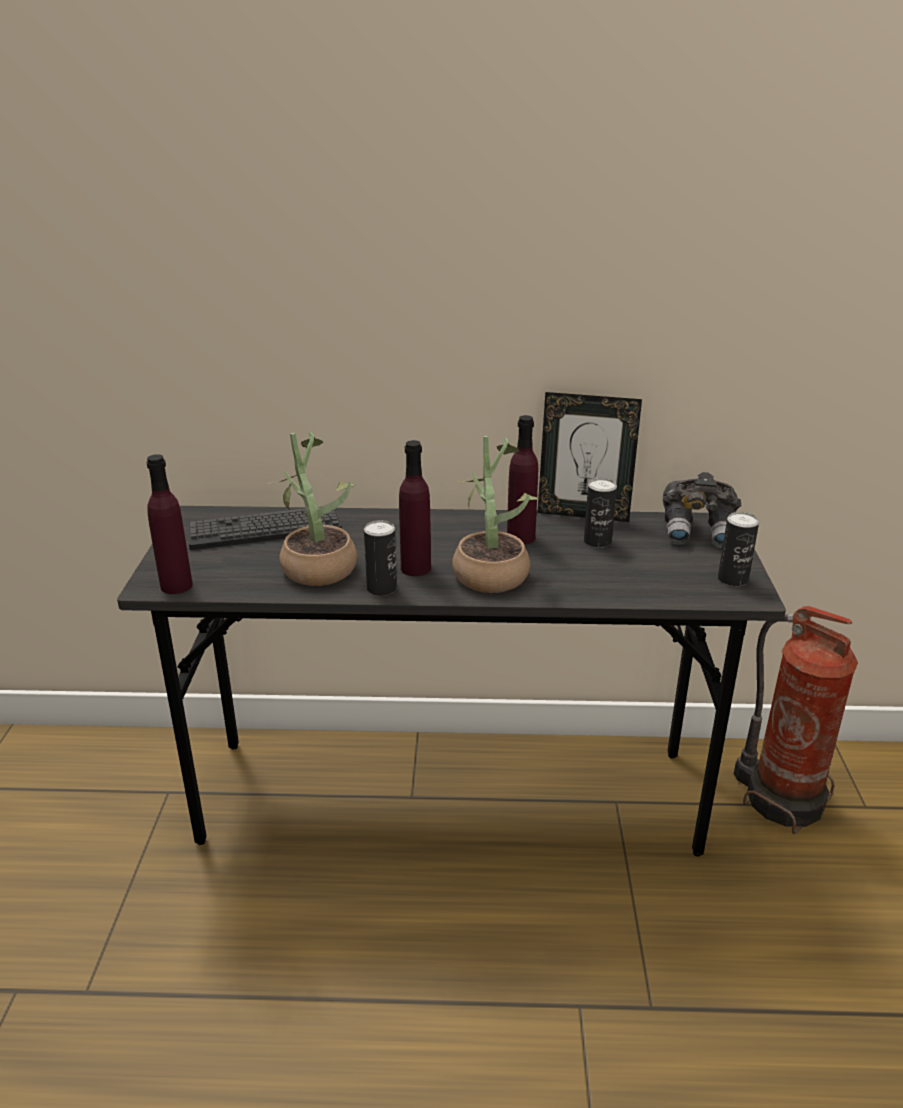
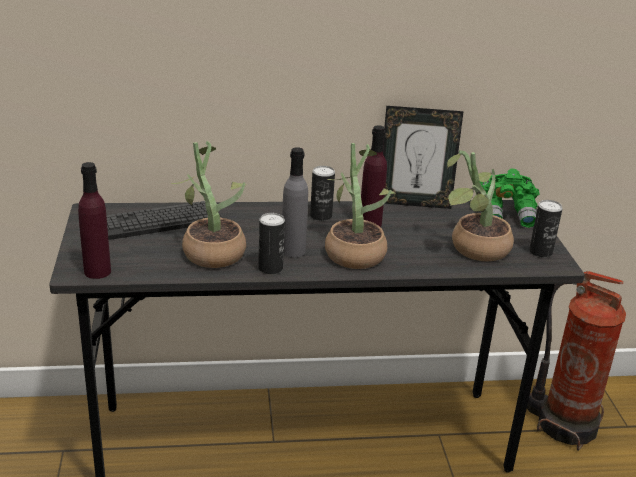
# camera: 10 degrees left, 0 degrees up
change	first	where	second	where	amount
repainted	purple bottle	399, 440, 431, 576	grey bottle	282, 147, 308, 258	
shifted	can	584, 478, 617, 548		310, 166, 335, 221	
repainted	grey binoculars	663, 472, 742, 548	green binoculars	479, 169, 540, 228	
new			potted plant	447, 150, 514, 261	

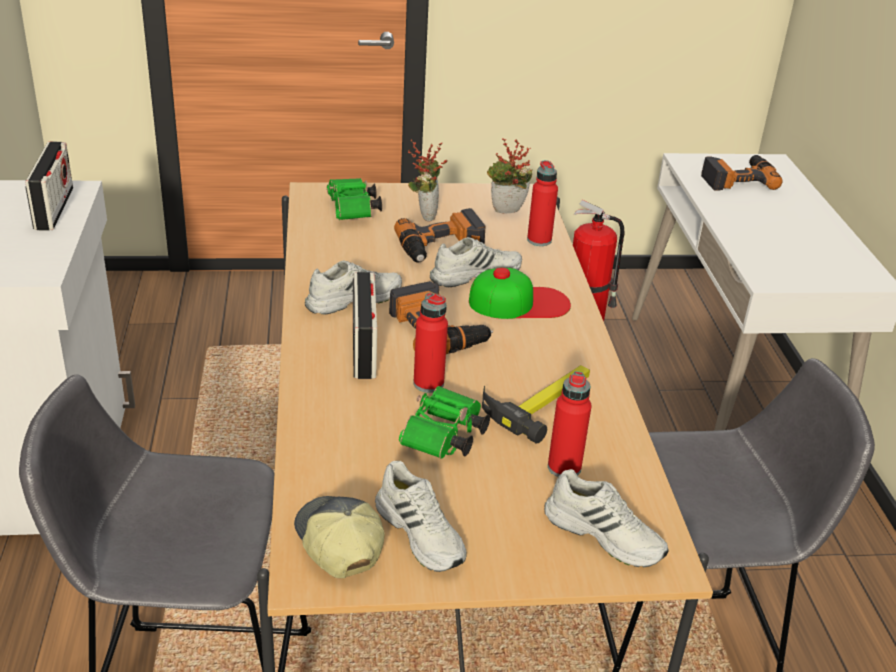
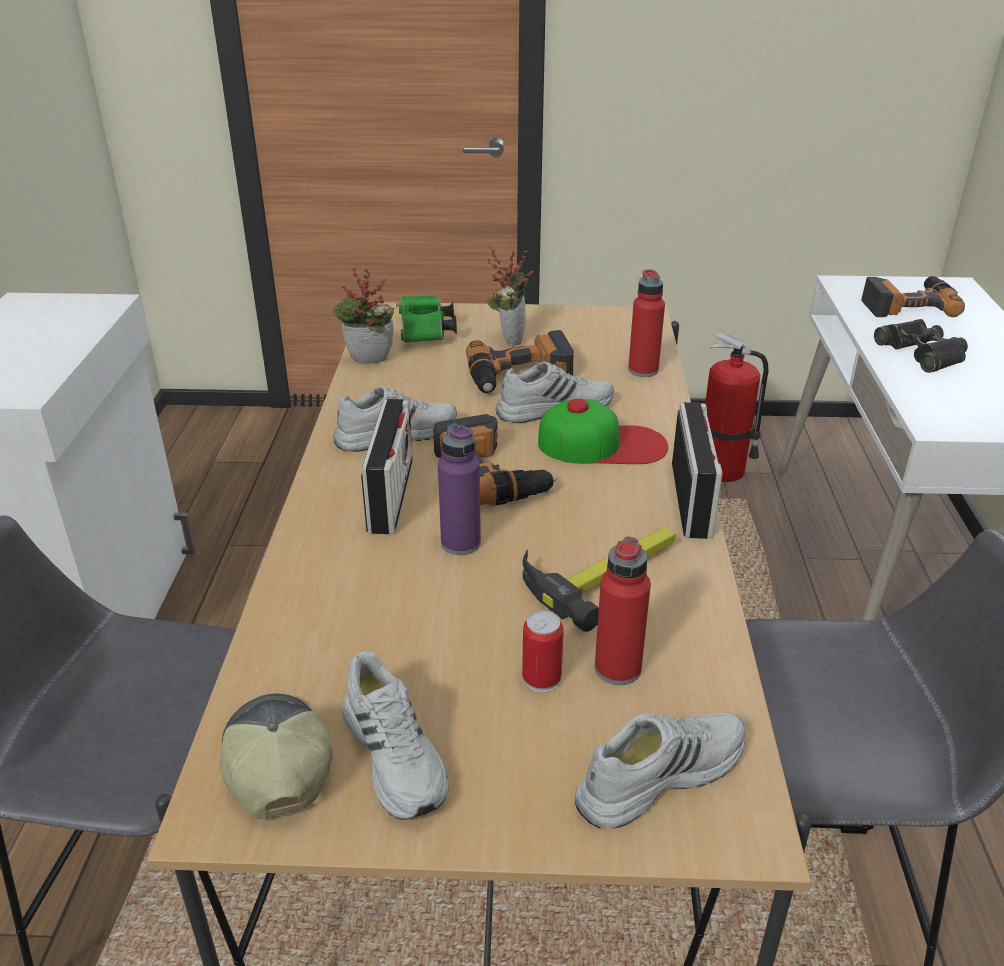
# camera: 10 degrees right, 0 degrees up
change	first	where	second	where	amount
shifted	radio	25, 142, 73, 230		672, 402, 723, 539	
gone	green binoculars	399, 386, 490, 459			
repainted	red bottle	413, 292, 448, 393	purple bottle	438, 423, 481, 555	
shifted	potted plant	487, 139, 533, 214		332, 267, 394, 364	
rotated	white shoe	544, 469, 669, 567		575, 712, 746, 828	75 degrees counterclockwise
new			can	522, 611, 564, 693	
new			black binoculars	874, 319, 968, 373	

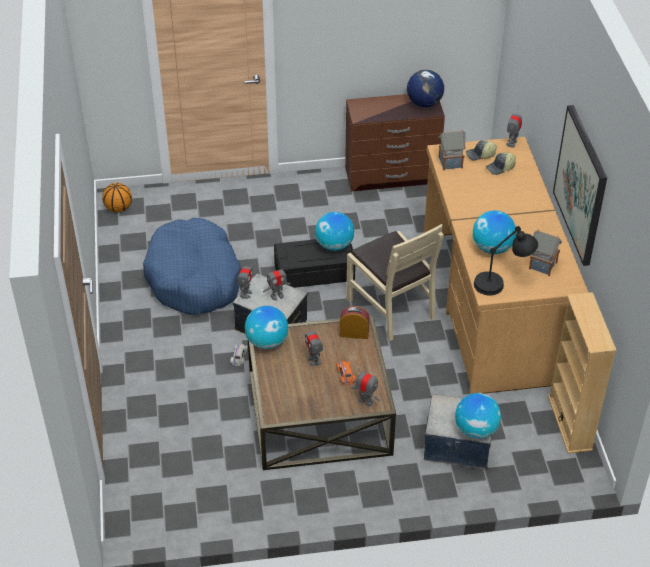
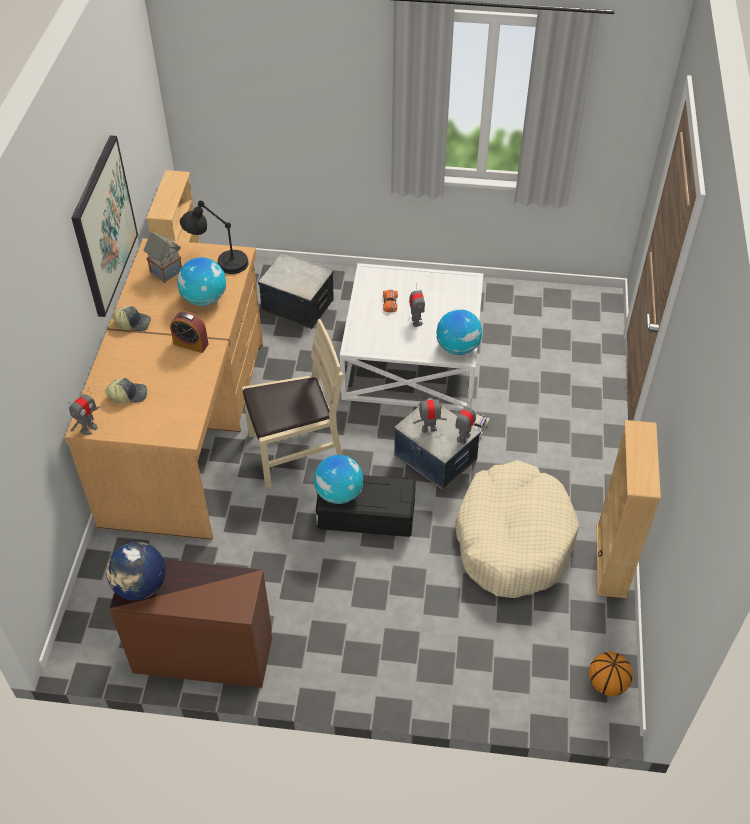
# camera: 165 degrees left, 5 degrees up
change	first	where	second	where	amount
repainted	blue dog bed	143, 218, 241, 315	beige dog bed	455, 460, 579, 598	
repainted	brown coffee table	248, 315, 396, 470	white coffee table	340, 263, 483, 411	
shifted	alarm clock	340, 306, 369, 339		170, 311, 209, 353	
rotated	beige chair	346, 224, 444, 341		242, 319, 343, 488	90 degrees clockwise
gone	toy robot	351, 368, 380, 407			
gone	toy house	438, 130, 466, 170			
gone	globe	455, 393, 501, 439			
shifted	cap	466, 140, 497, 160		112, 306, 151, 331	
new			beige bookcase	596, 420, 661, 598	

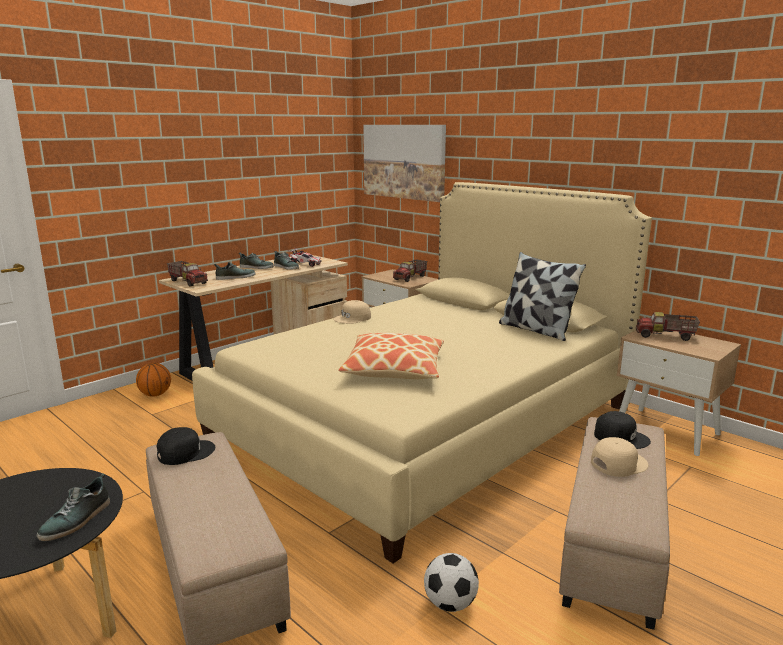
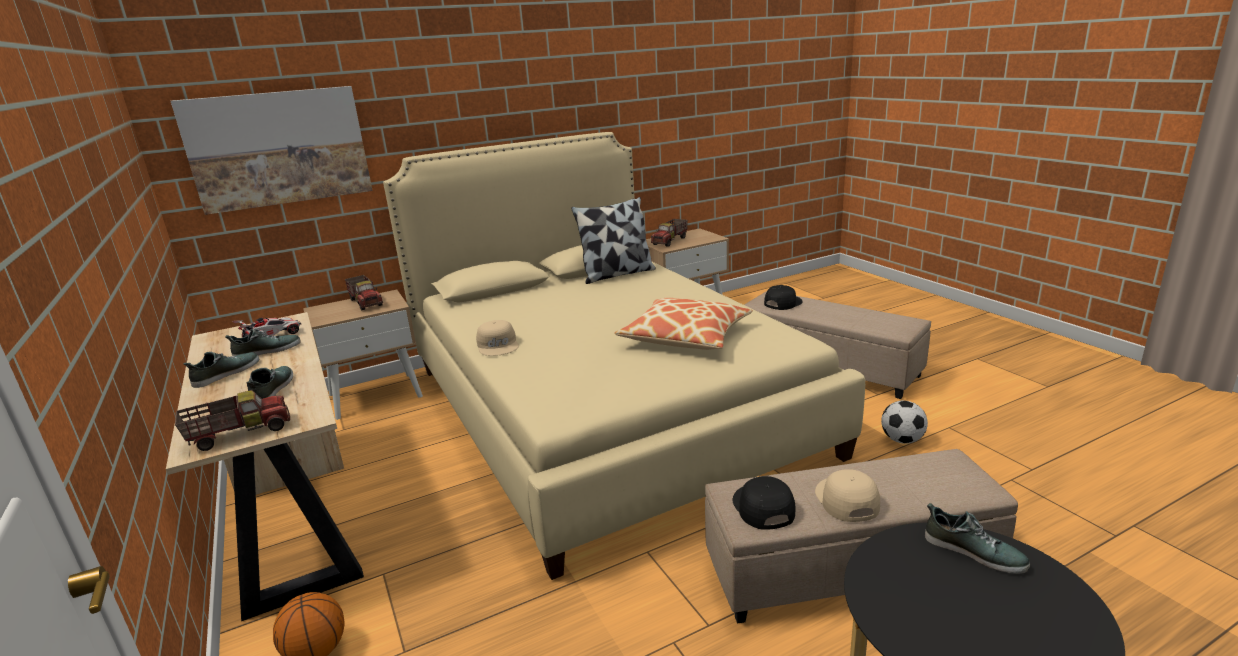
# camera: 70 degrees left, 5 degrees up
change	first	where	second	where	amount
shifted	beige cap	591, 437, 649, 477		815, 469, 880, 522	

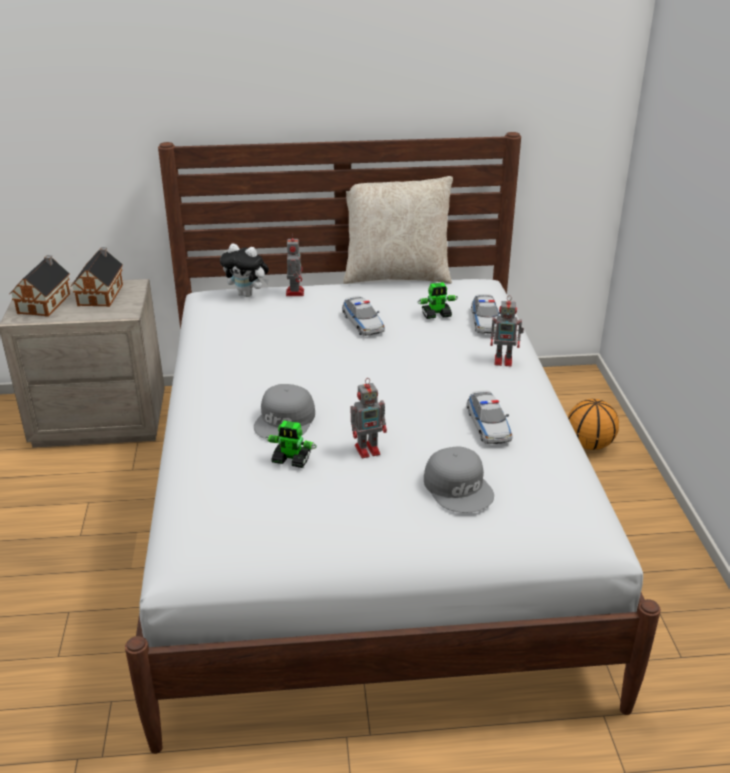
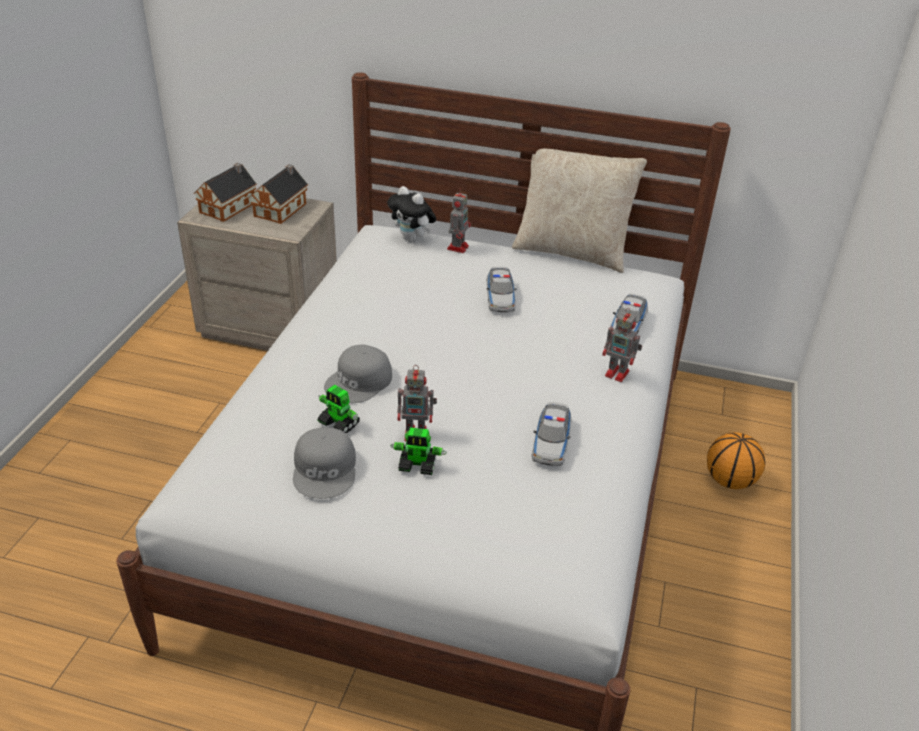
# camera: 20 degrees right, 5 degrees up
change	first	where	second	where	amount
shifted	toy robot	417, 282, 458, 319		390, 427, 446, 475	
shifted	grey cap	424, 447, 494, 513		293, 427, 356, 499	

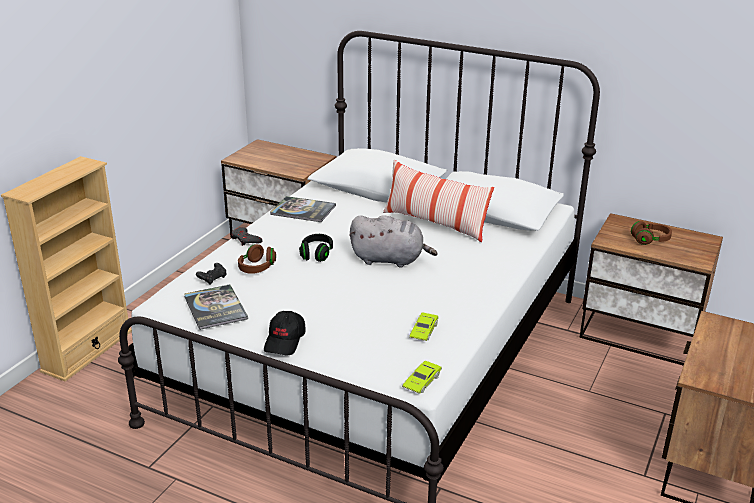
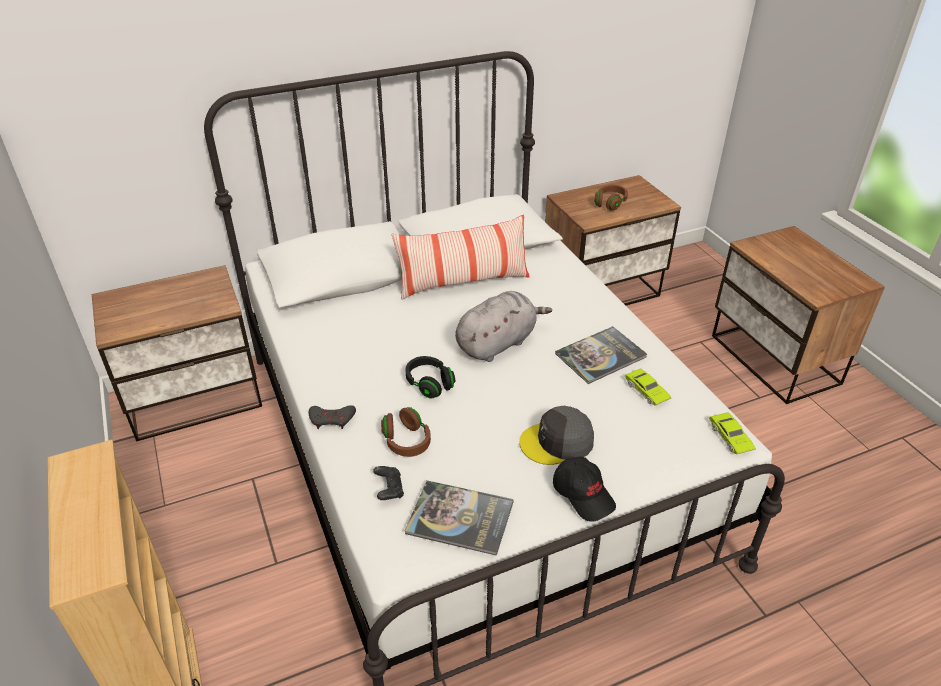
# camera: 50 degrees left, 10 degrees up
change	first	where	second	where	amount
shifted	book	270, 196, 336, 222		555, 326, 647, 384	
new			grey cap	519, 406, 594, 465	

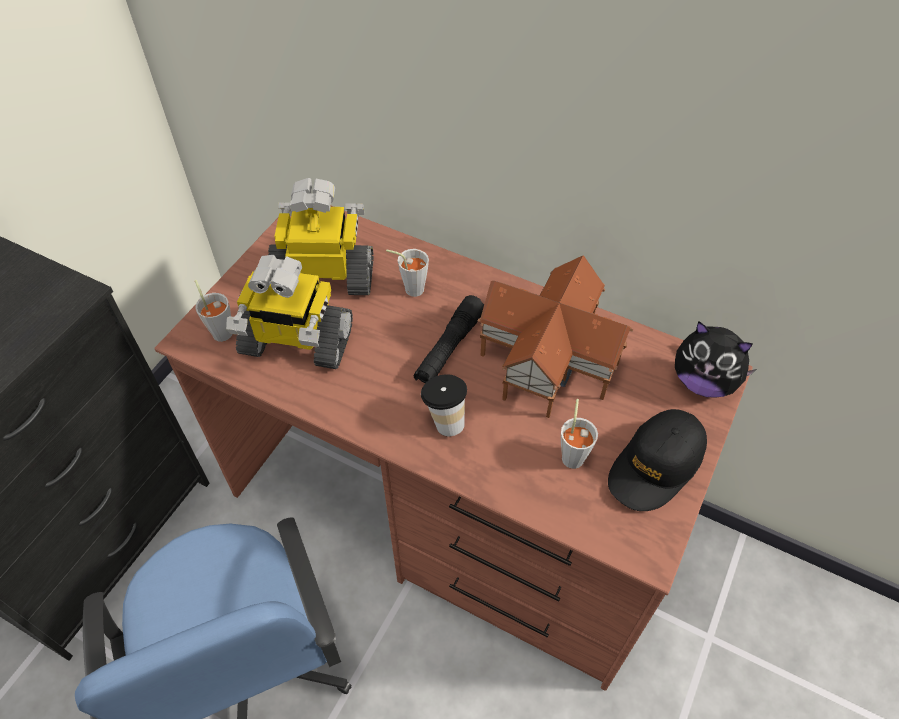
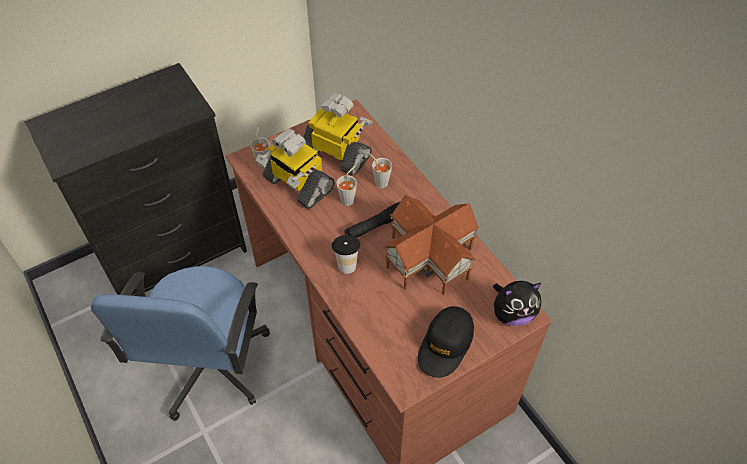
# camera: 30 degrees right, 0 degrees up
change	first	where	second	where	amount
shifted	grey cup	561, 399, 598, 469		336, 166, 357, 206	
rotated	black cap	608, 409, 707, 511		418, 306, 474, 378	45 degrees counterclockwise
rotated	plush toy	675, 321, 757, 397		493, 281, 541, 326	75 degrees counterclockwise

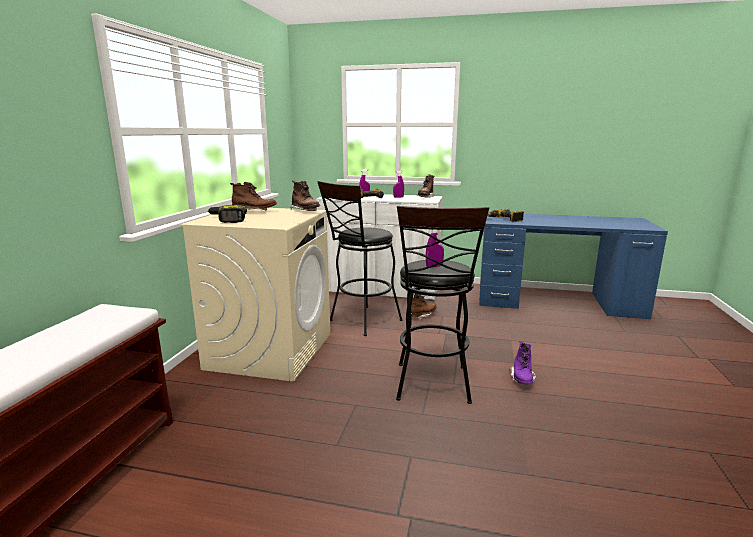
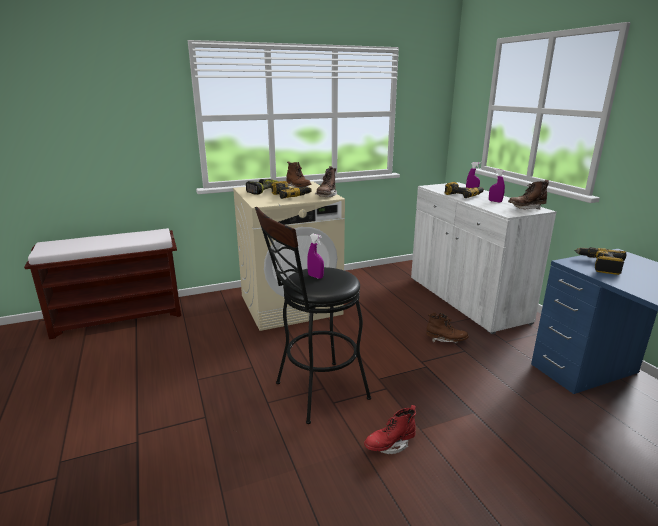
# camera: 55 degrees right, 5 degrees up
change	first	where	second	where	amount
gone	black stool	317, 181, 403, 336			
repainted	purple boot	509, 341, 536, 385	red boot	364, 405, 416, 454	
new			power drill	271, 181, 312, 199	

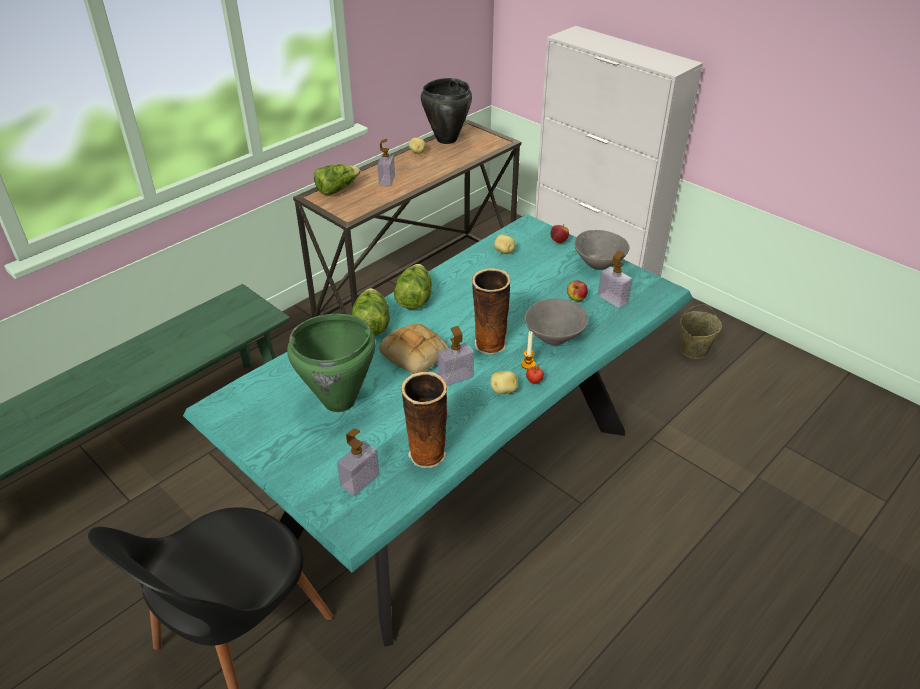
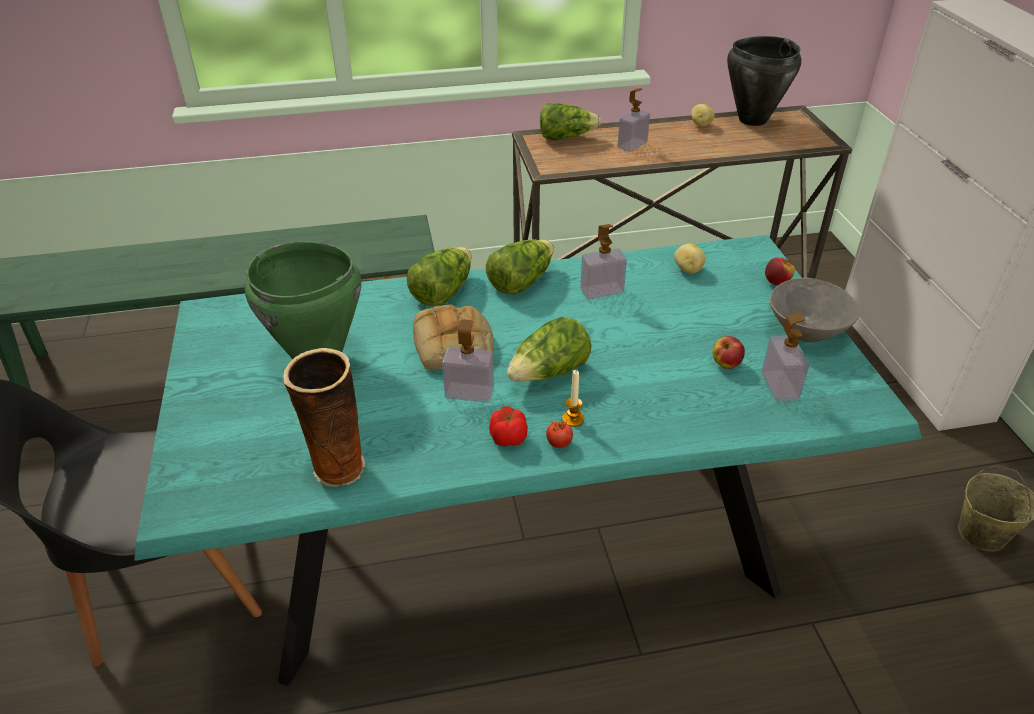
# camera: 35 degrees right, 0 degrees up
change	first	where	second	where	amount
shifted	soap dispenser	337, 428, 379, 496		580, 224, 627, 300	
swapped	vase	472, 268, 510, 354	lettuce	507, 317, 591, 382	
swapped	potato	490, 371, 518, 394	tomato	489, 406, 528, 447	
gone	grey bowl	525, 298, 588, 345			

